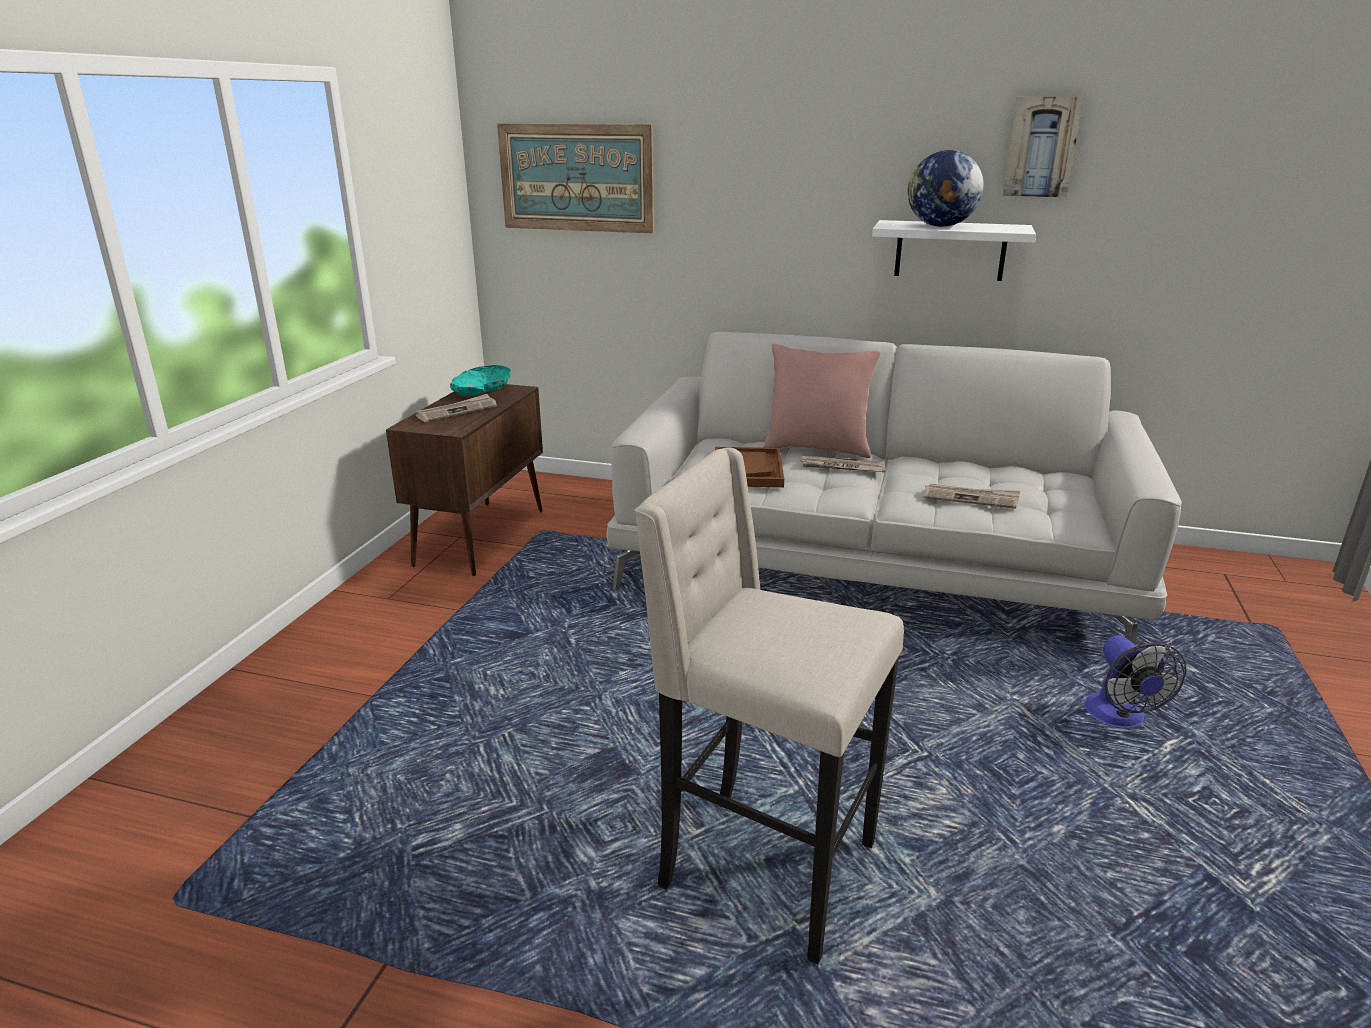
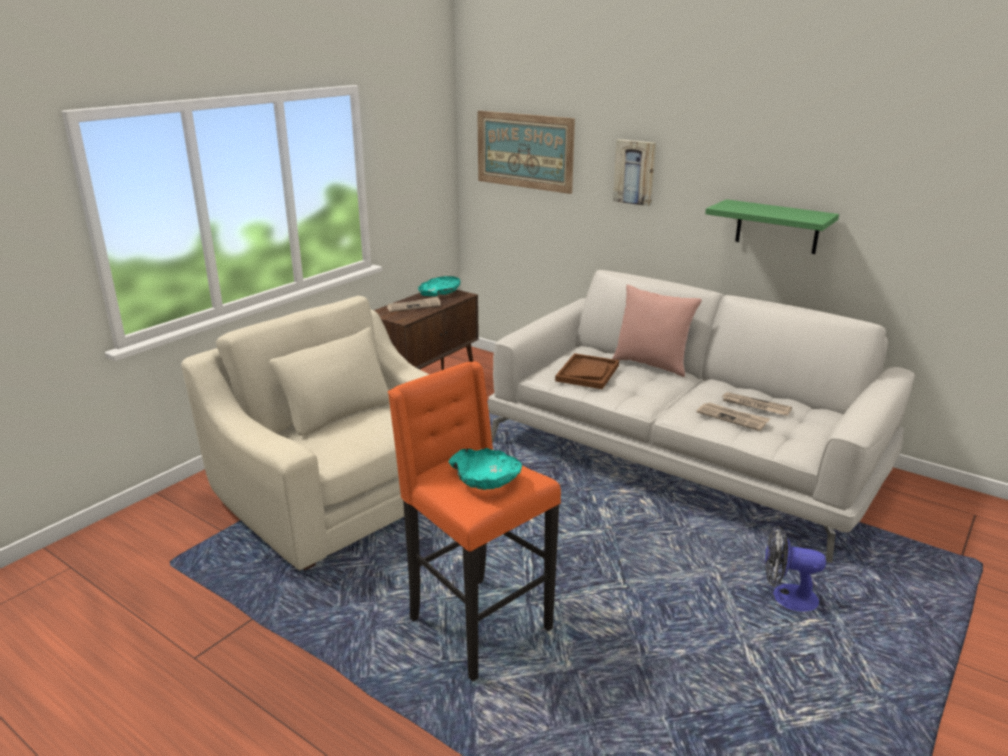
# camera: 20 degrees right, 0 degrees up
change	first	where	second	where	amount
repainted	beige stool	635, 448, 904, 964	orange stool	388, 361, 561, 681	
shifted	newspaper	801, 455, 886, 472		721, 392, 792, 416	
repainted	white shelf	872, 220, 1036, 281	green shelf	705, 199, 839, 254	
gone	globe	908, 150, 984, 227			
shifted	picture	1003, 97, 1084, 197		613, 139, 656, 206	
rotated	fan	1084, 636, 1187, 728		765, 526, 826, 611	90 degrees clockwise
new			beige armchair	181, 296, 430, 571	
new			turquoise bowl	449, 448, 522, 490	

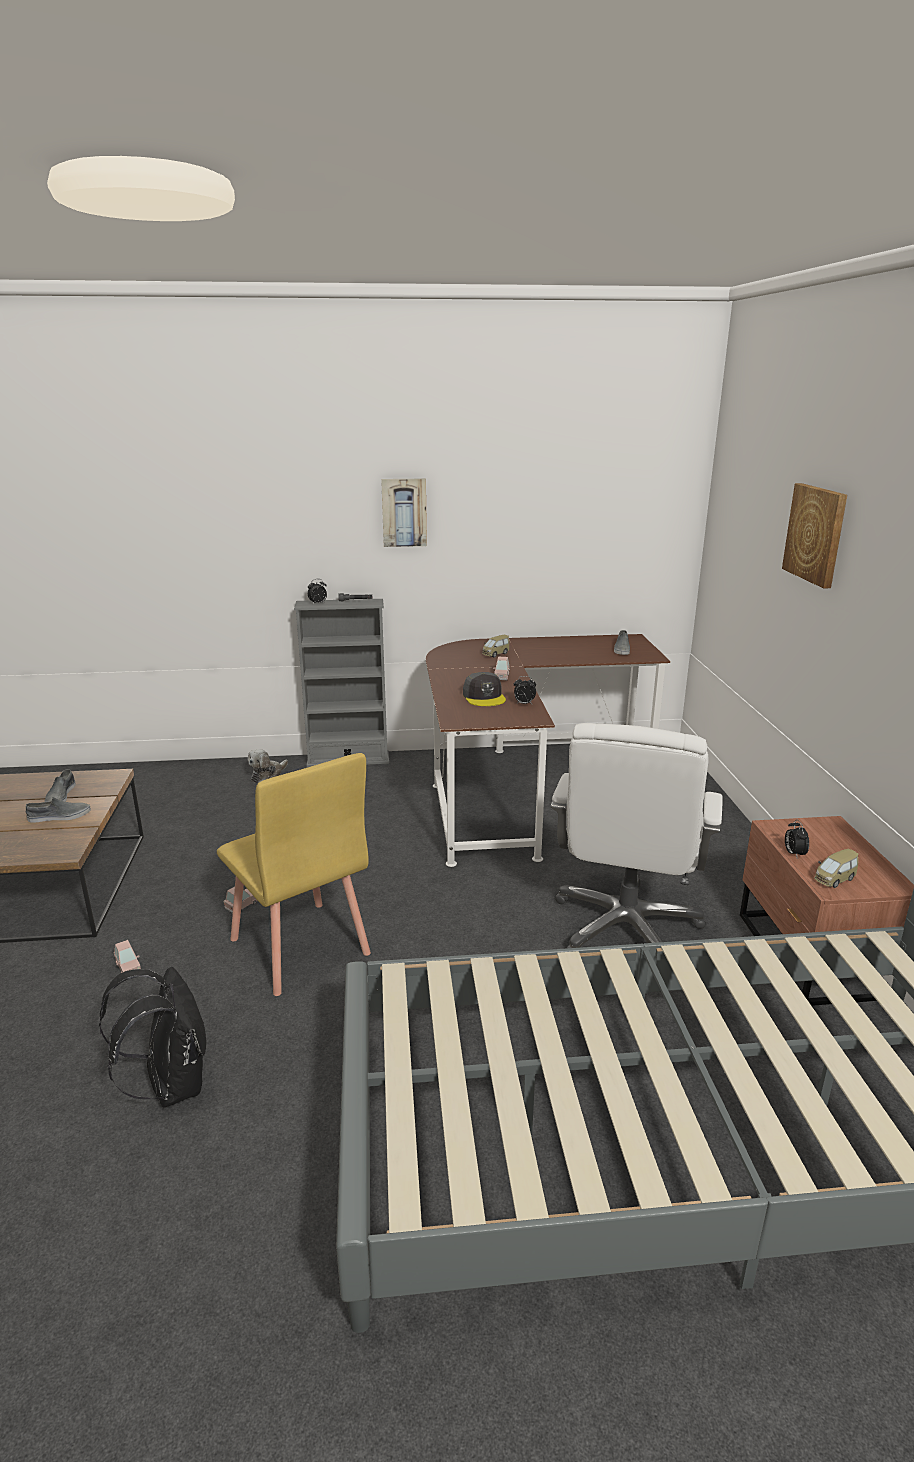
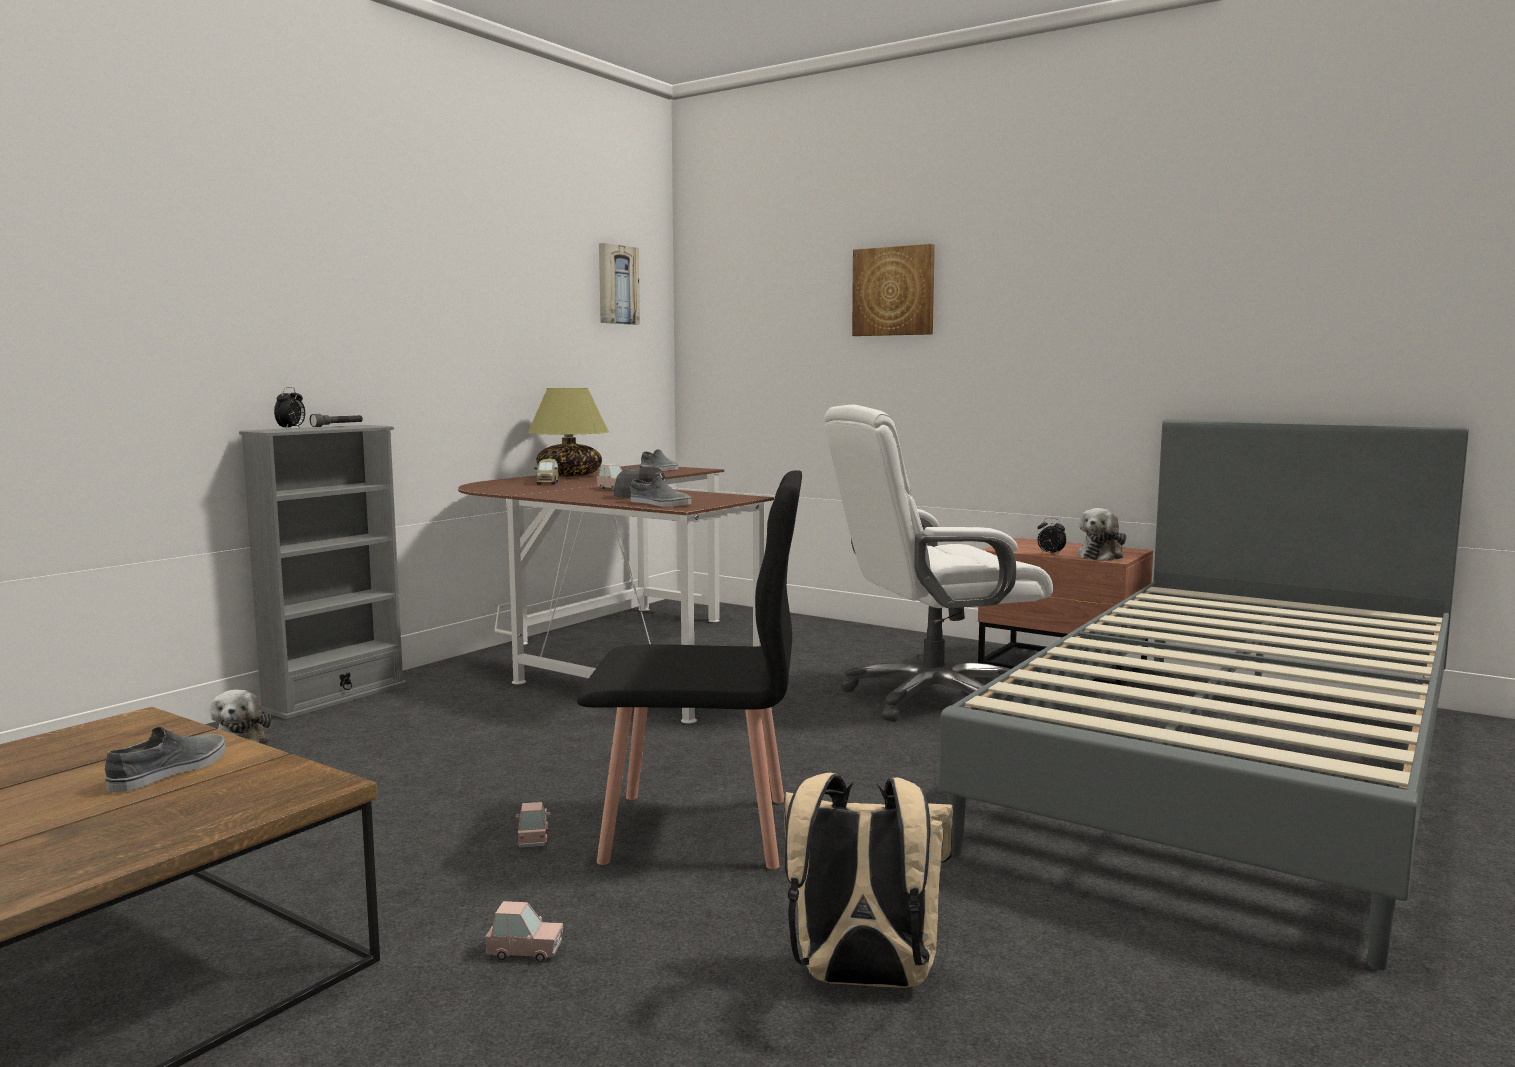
# camera: 50 degrees left, 15 degrees down
change	first	where	second	where	amount
shifted	grey shoe	45, 769, 76, 802		630, 476, 691, 507	
repainted	black backpack	99, 967, 206, 1108	beige backpack	783, 773, 953, 988	
repainted	yellow chair	217, 753, 371, 996	black chair	577, 470, 802, 869	
shifted	picture	381, 478, 427, 547		599, 243, 640, 325	
gone	alarm clock	514, 676, 536, 704			
rotated	white office chair	551, 723, 723, 948		824, 405, 1053, 722	105 degrees clockwise
swapped	toy car	814, 849, 859, 888	plush toy	1077, 508, 1127, 561	
new			table lamp	528, 388, 609, 477	

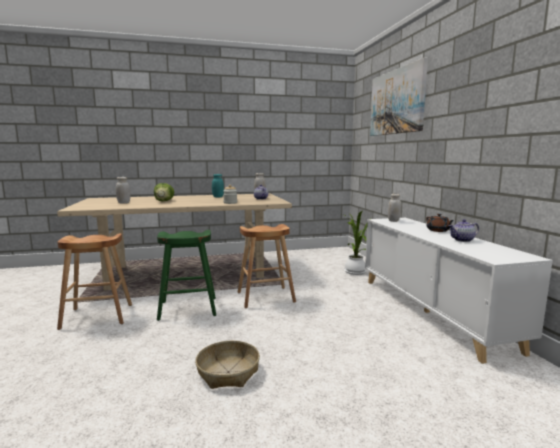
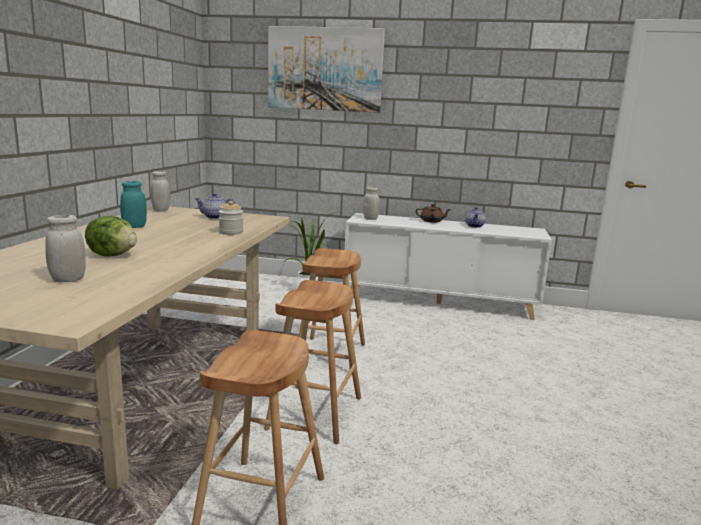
# camera: 65 degrees left, 5 degrees up
change	first	where	second	where	amount
repainted	green stool	157, 230, 216, 321	brown stool	264, 280, 361, 444	
gone	basket	195, 341, 260, 389			

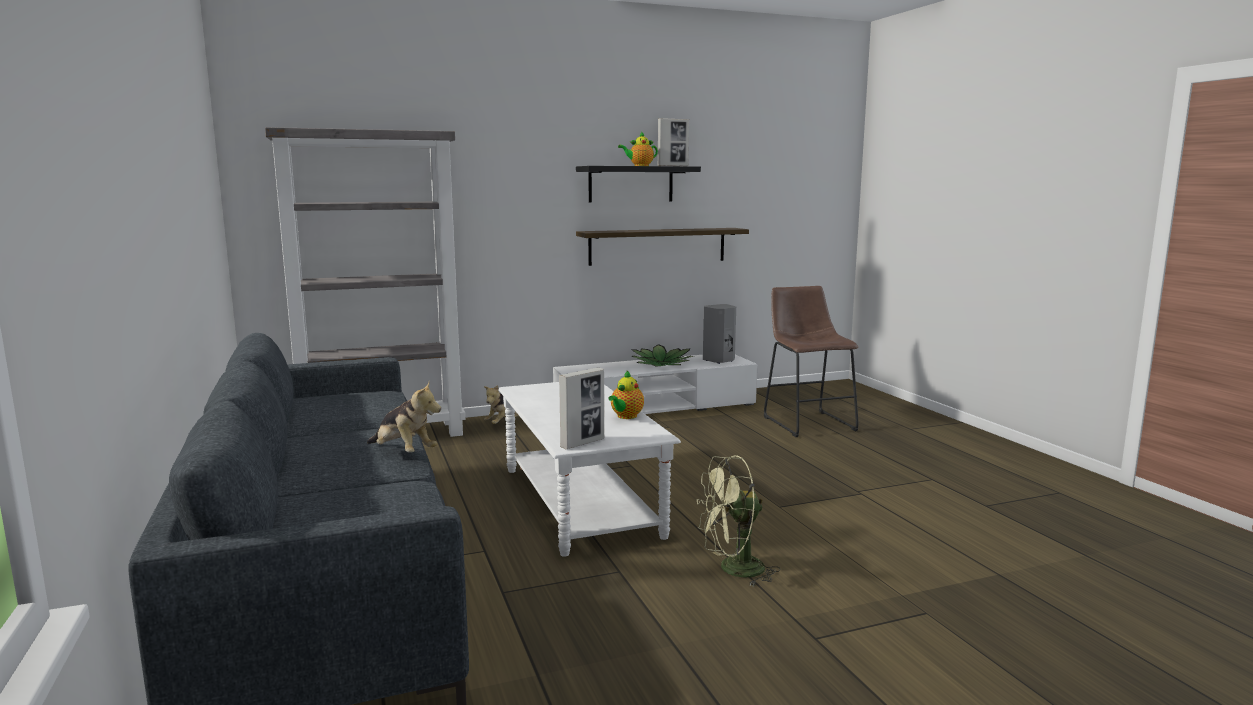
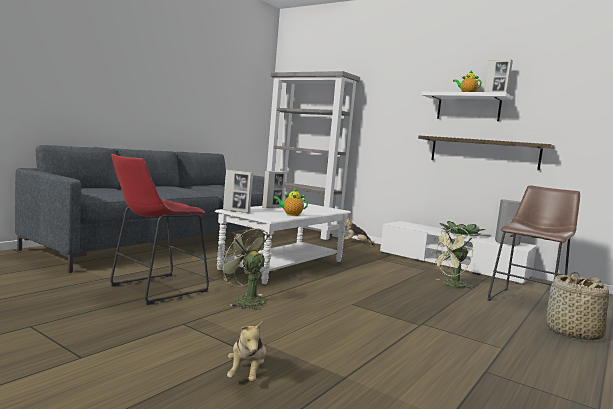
# camera: 55 degrees right, 5 degrees down
change	first	where	second	where	amount
shifted	plush toy	367, 382, 441, 453		227, 321, 266, 382	
repainted	black shelf	576, 166, 701, 202	white shelf	422, 92, 512, 121	
new			red stool	110, 154, 209, 305	
new			picture frame	262, 171, 285, 208	
new			green fan	432, 227, 473, 291	
new			basket	546, 272, 609, 340	

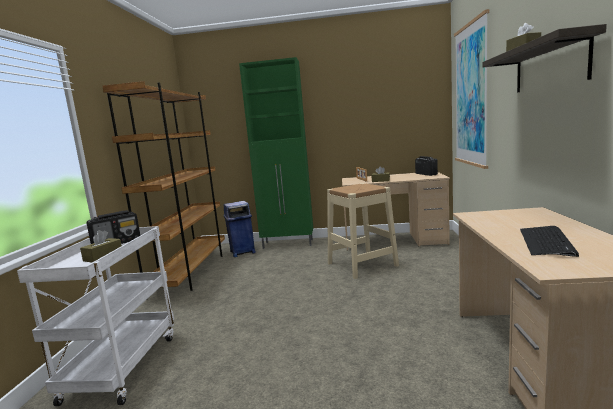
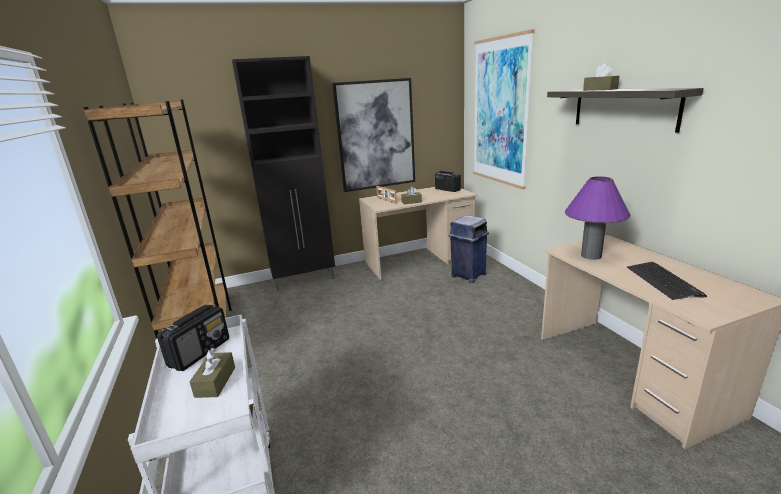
# camera: 25 degrees left, 10 degrees up
change	first	where	second	where	amount
shifted	blue trash can	223, 201, 256, 257		448, 215, 489, 283	
repainted	green cabinet	239, 57, 313, 249	black cabinet	232, 56, 335, 291	
gone	beige stool	327, 183, 399, 279			
new			picture	332, 78, 415, 192	
new			purple table lamp	565, 176, 630, 260	

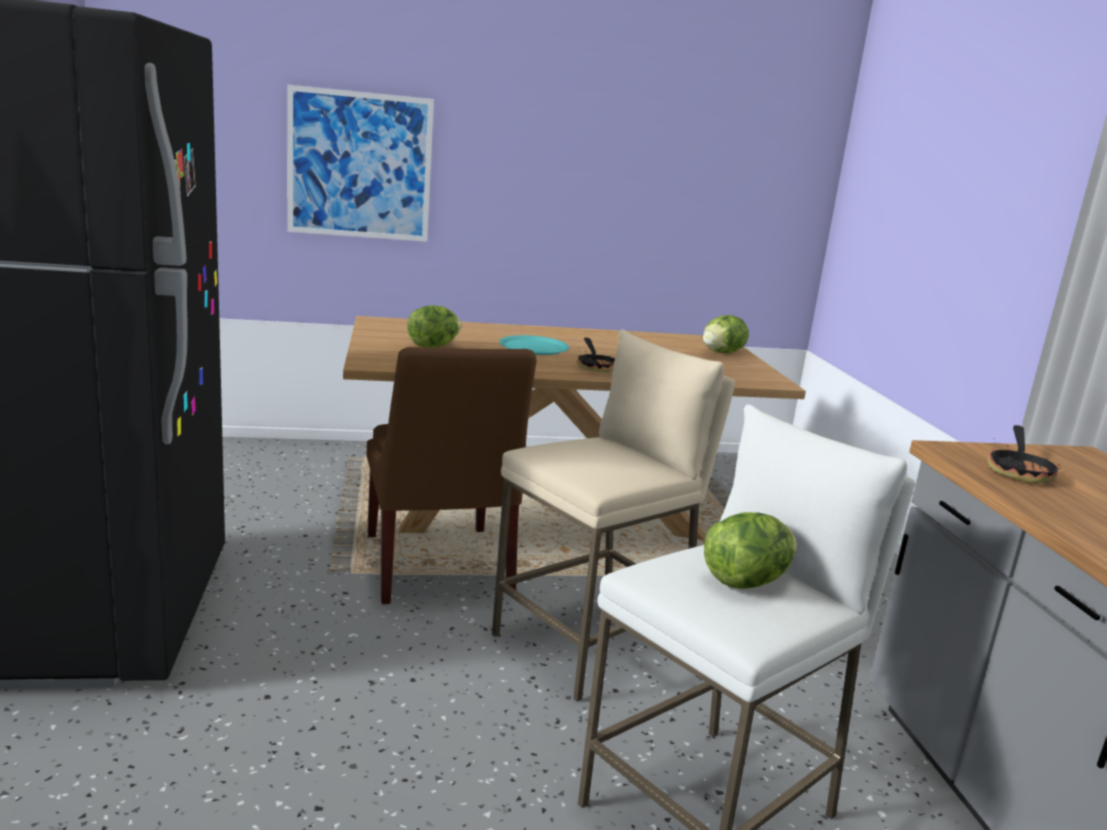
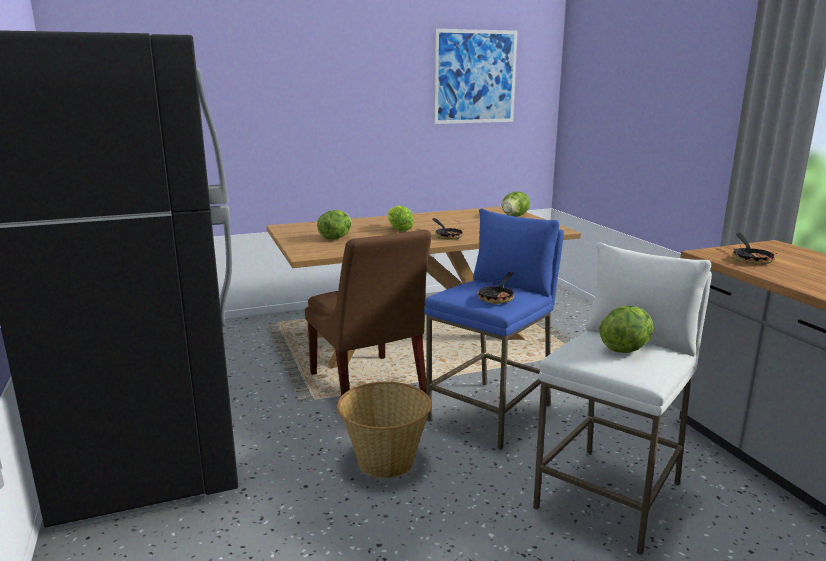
# camera: 10 degrees left, 0 degrees up
change	first	where	second	where	amount
shifted	picture	287, 85, 434, 242		434, 29, 518, 124	
repainted	beige stool	492, 329, 735, 701	blue stool	424, 208, 564, 450	
swapped	turquoise plate	499, 335, 569, 355	lettuce	387, 205, 414, 231	
new			basket	337, 382, 431, 478	
new			frying pan	478, 272, 514, 304	

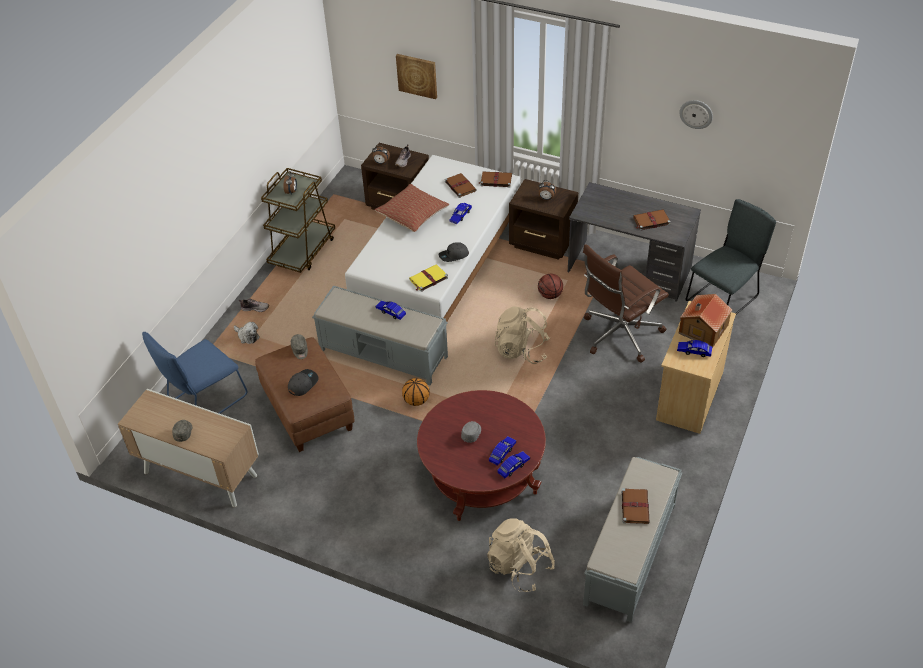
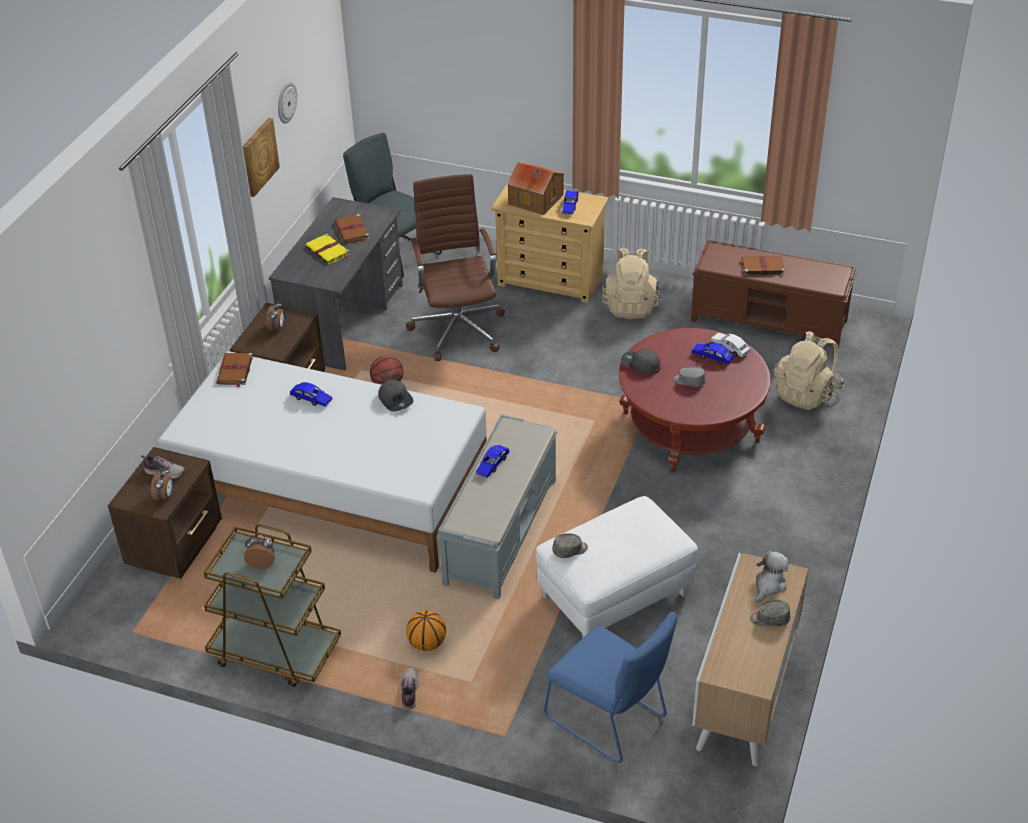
# camera: 95 degrees left, 5 degrees down
change	first	where	second	where	amount
shifted	plush toy	234, 322, 259, 344		755, 551, 789, 603	
repainted	brown ottoman	255, 337, 355, 452	white ottoman	536, 496, 698, 637	
shifted	grey cap	288, 369, 319, 396		621, 349, 661, 374	
gone	pillow	375, 184, 449, 232			
shifted	picture	396, 54, 437, 99		243, 118, 280, 197	
shifted	basketball	402, 378, 430, 406		406, 610, 446, 651	
shifted	yellow book	409, 264, 448, 292		305, 234, 350, 264	
gone	brown book	445, 173, 477, 198			
shifted	beige backpack	494, 306, 550, 364		602, 247, 661, 319	
repainted	blue toy car	497, 451, 530, 478	white toy car	711, 333, 750, 357	
rotated	brown office chair	583, 244, 669, 363		406, 174, 505, 361	150 degrees counterclockwise
repainted	grey bench	583, 457, 682, 623	brown bench	691, 240, 857, 349	

